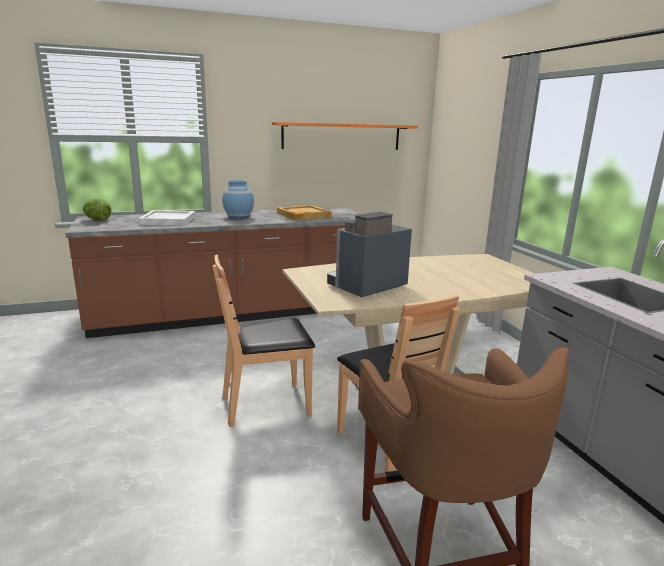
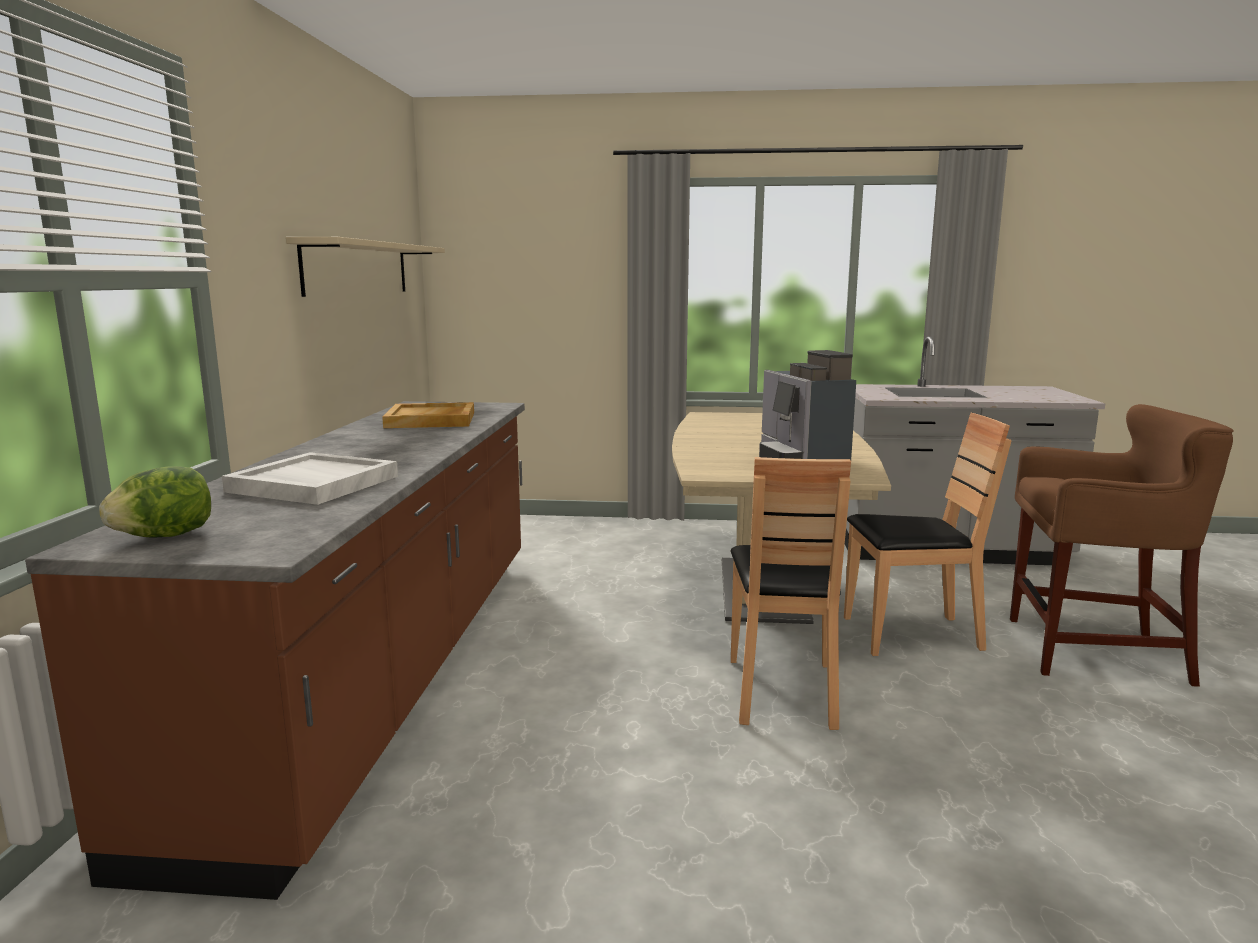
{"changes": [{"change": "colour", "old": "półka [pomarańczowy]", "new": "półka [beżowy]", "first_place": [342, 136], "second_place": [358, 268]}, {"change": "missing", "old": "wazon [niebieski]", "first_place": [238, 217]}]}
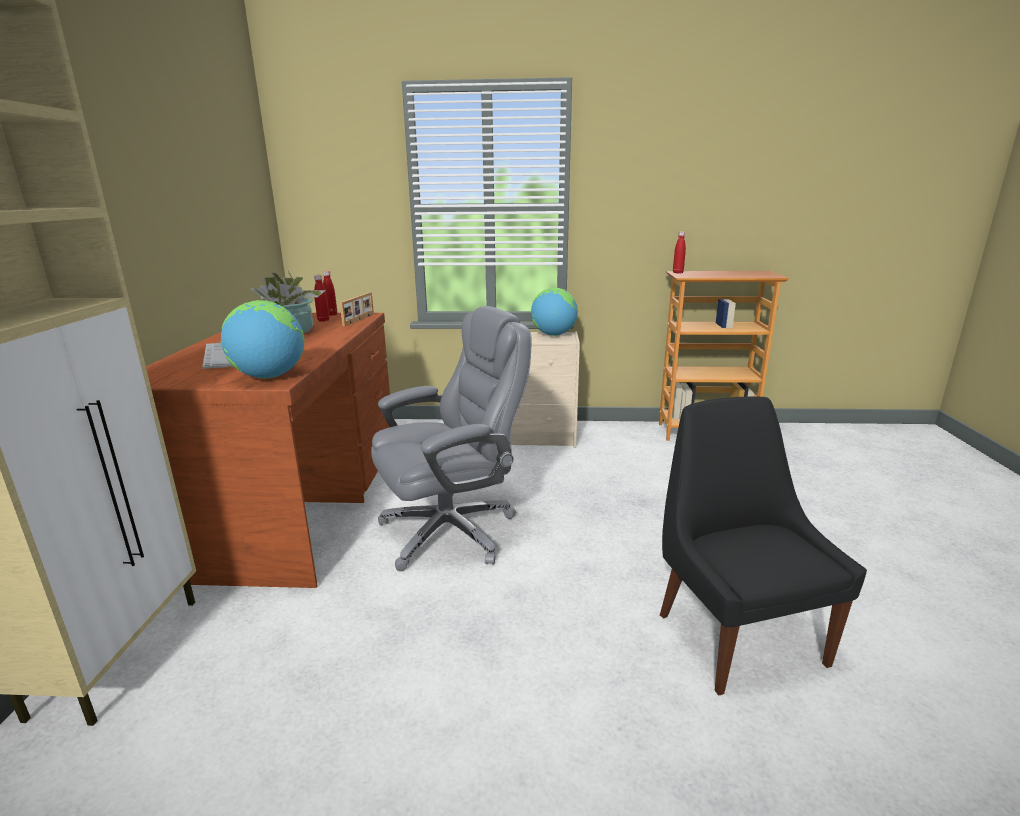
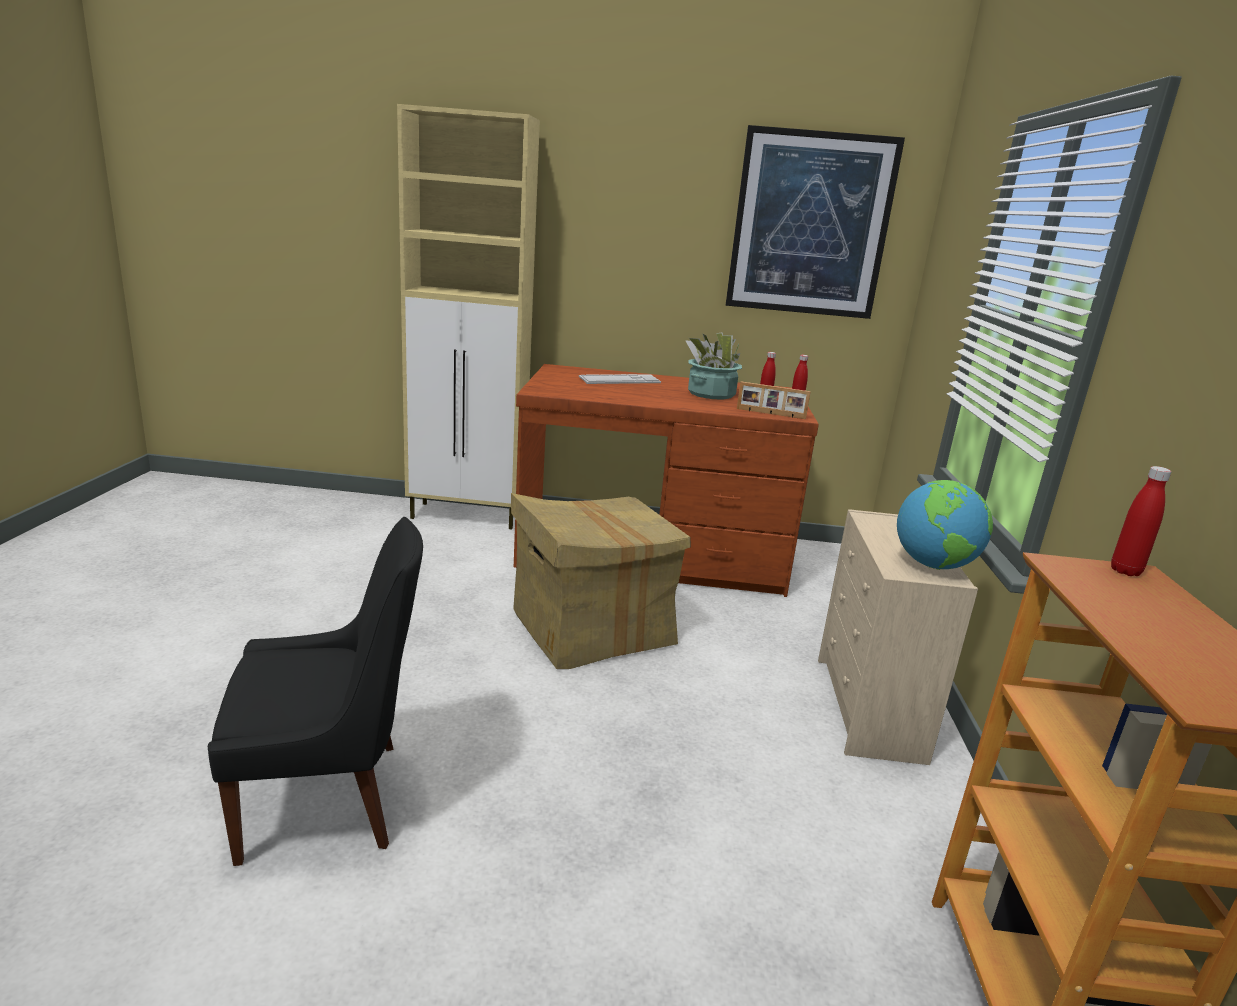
{"changes": [{"change": "exchanged", "old": "krzesło biurowe [szary]", "new": "karton", "first_place": [451, 530], "second_place": [591, 629]}, {"change": "appeared", "new": "obraz", "second_place": [810, 225]}, {"change": "missing", "old": "globus", "first_place": [269, 376]}]}
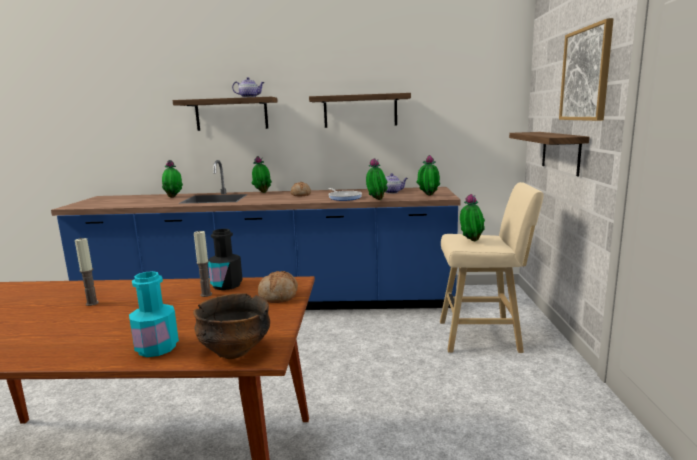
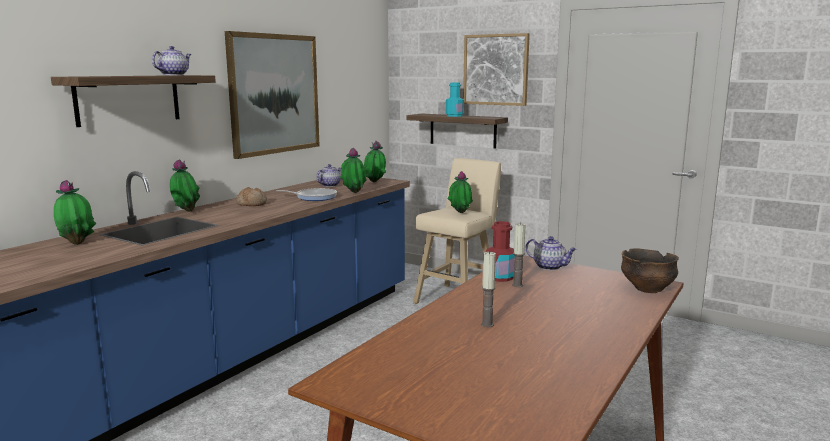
{"changes": [{"change": "exchanged", "old": "półka", "new": "obraz", "first_place": [360, 111], "second_place": [274, 94]}, {"change": "relocated", "old": "butelka [turkusowy]", "first_place": [157, 348], "second_place": [454, 116]}, {"change": "colour", "old": "butelka [czarny]", "new": "butelka [czerwony]", "first_place": [226, 285], "second_place": [500, 277]}, {"change": "exchanged", "old": "chleb", "new": "imbryk", "first_place": [279, 296], "second_place": [550, 267]}]}
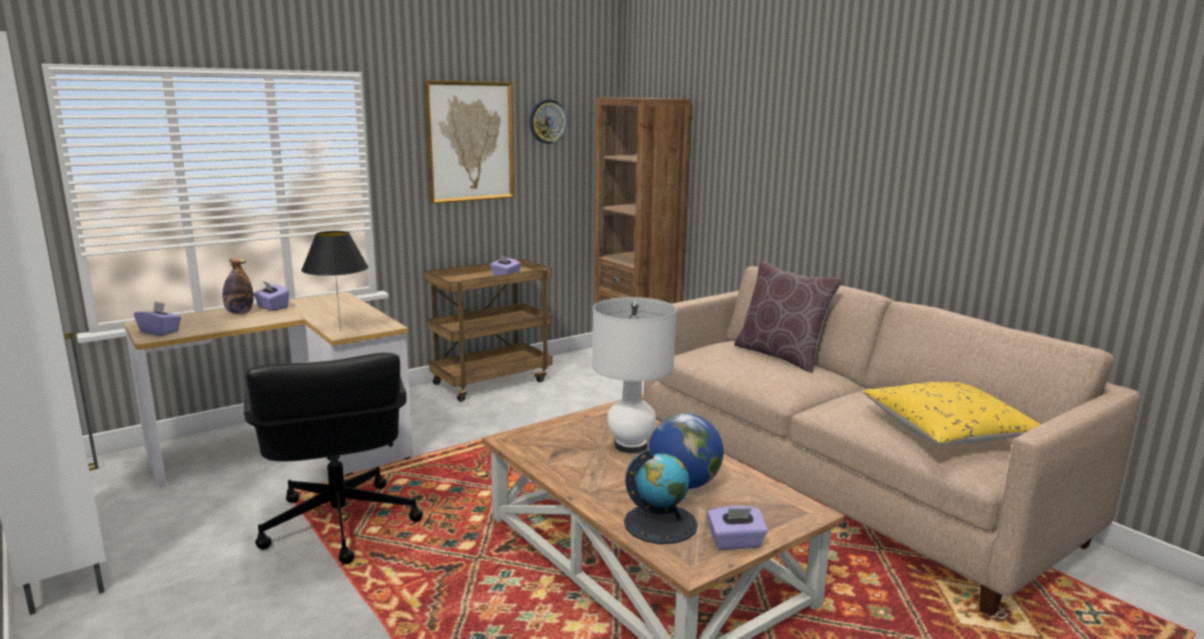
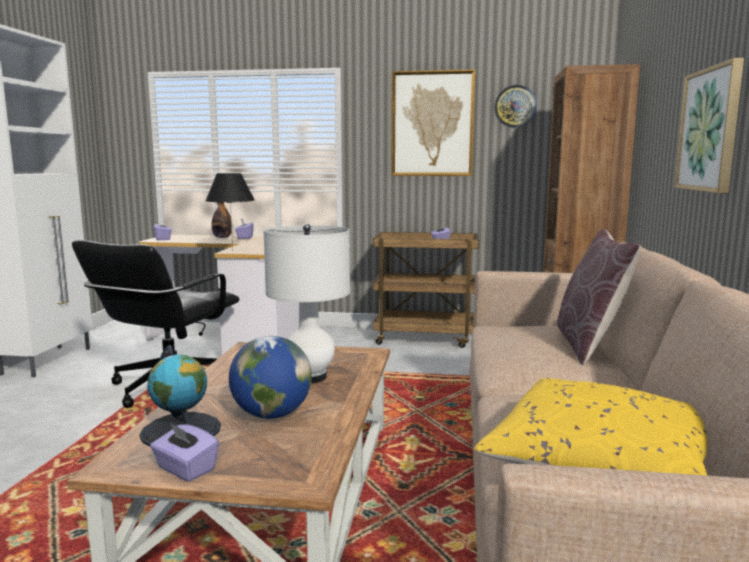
{"changes": [{"change": "appeared", "new": "obraz", "second_place": [710, 130]}]}
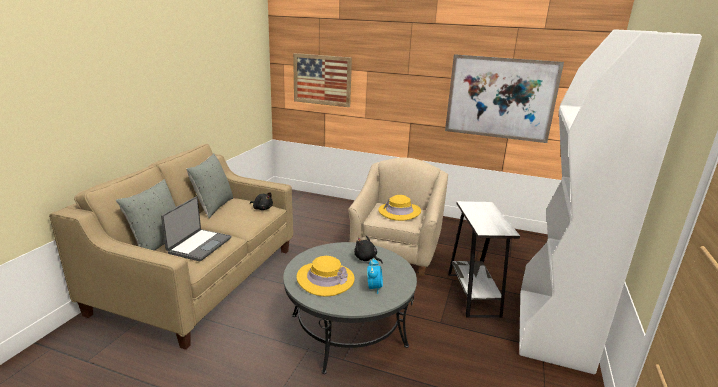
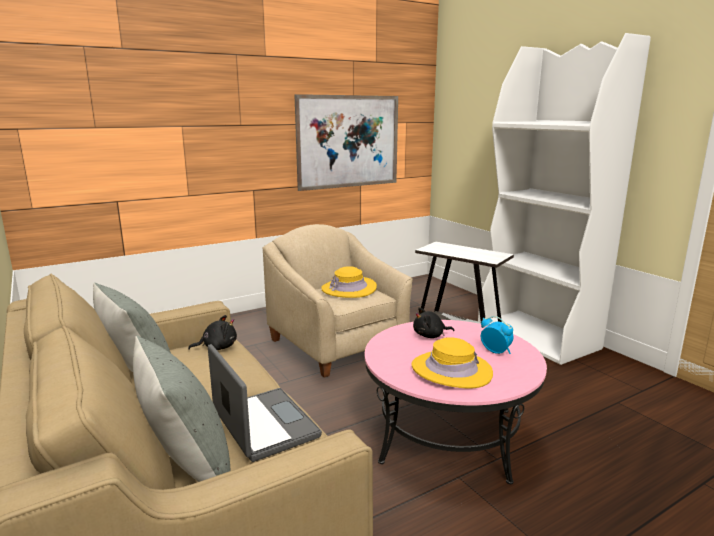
{"changes": [{"change": "colour", "old": "ława [szary]", "new": "ława [różowy]", "first_place": [348, 330], "second_place": [447, 434]}, {"change": "missing", "old": "obraz", "first_place": [322, 80]}]}
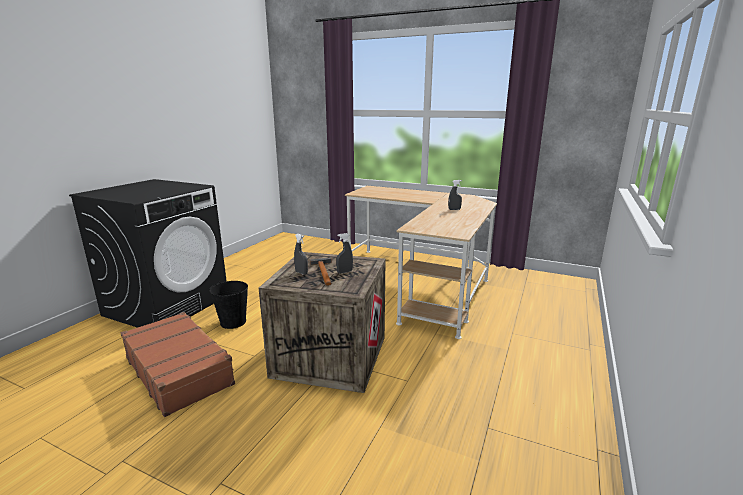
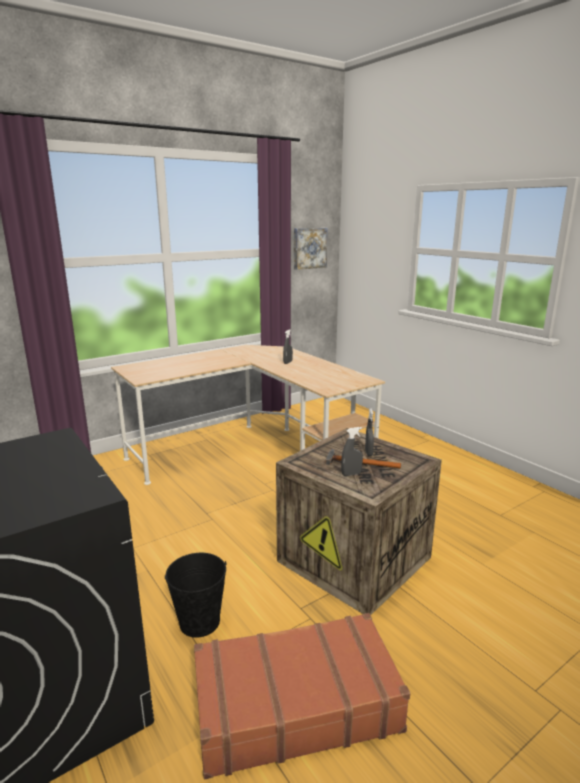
{"changes": [{"change": "appeared", "new": "obraz", "second_place": [309, 248]}]}
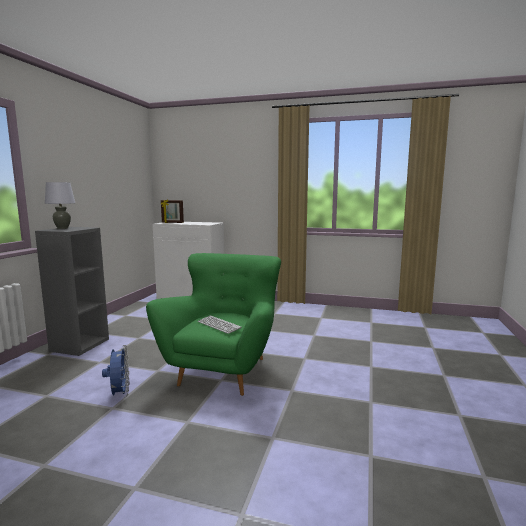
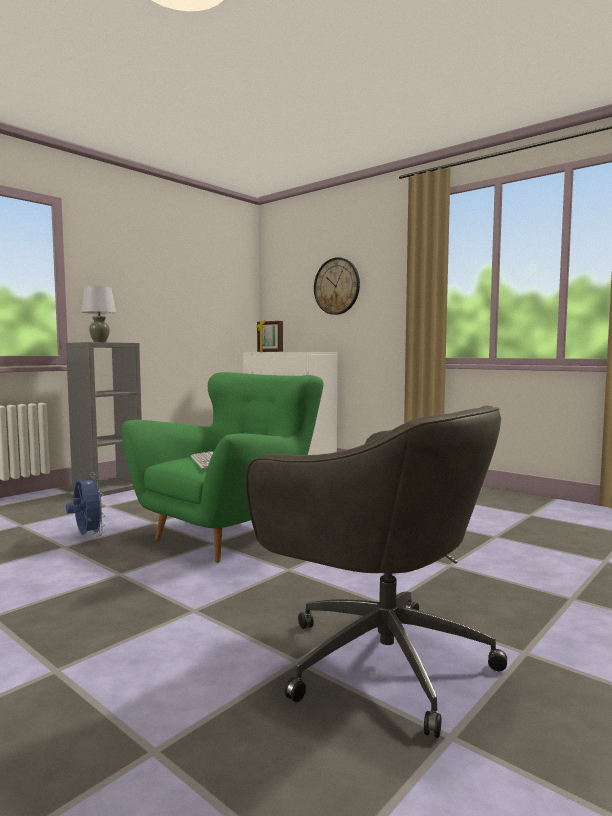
{"changes": [{"change": "spun", "old": "wentylator [niebieski]", "first_place": [120, 394], "second_place": [87, 536], "degrees": -45}, {"change": "appeared", "new": "krzesło biurowe [szary]", "second_place": [379, 659]}, {"change": "appeared", "new": "zegar ścienny", "second_place": [337, 286]}]}
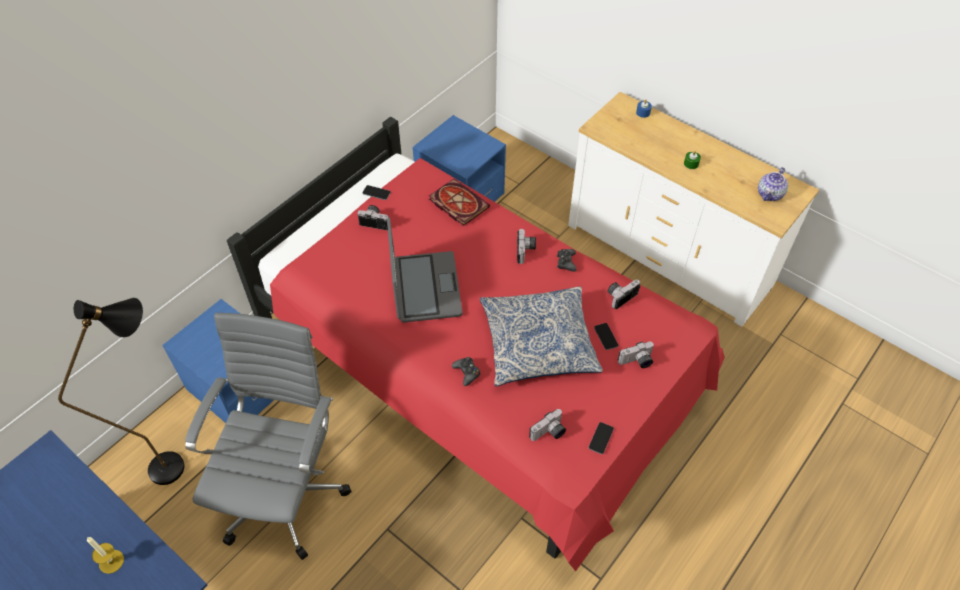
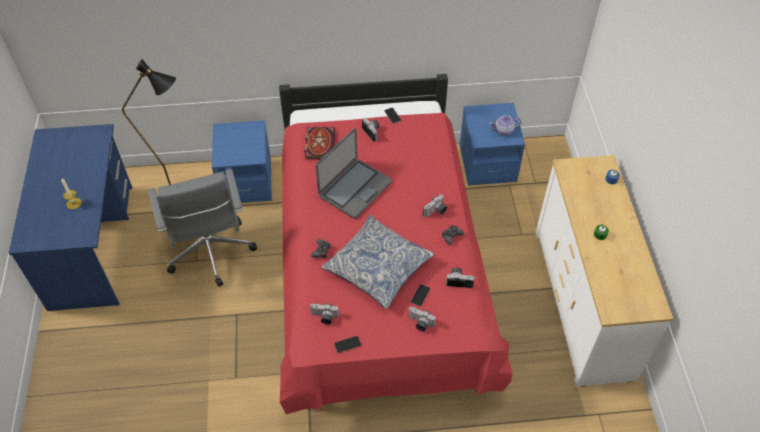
{"changes": [{"change": "spun", "old": "krzesło biurowe [szary]", "first_place": [286, 493], "second_place": [211, 254], "degrees": 105}, {"change": "relocated", "old": "książka", "first_place": [457, 203], "second_place": [319, 143]}, {"change": "relocated", "old": "imbryk", "first_place": [770, 194], "second_place": [503, 131]}]}
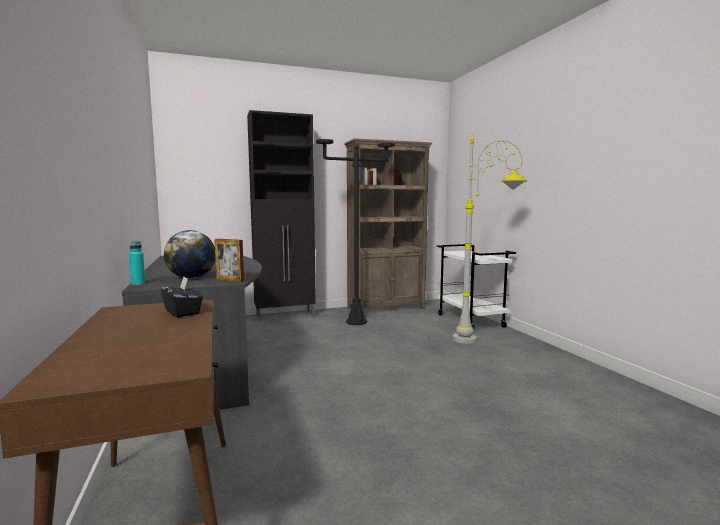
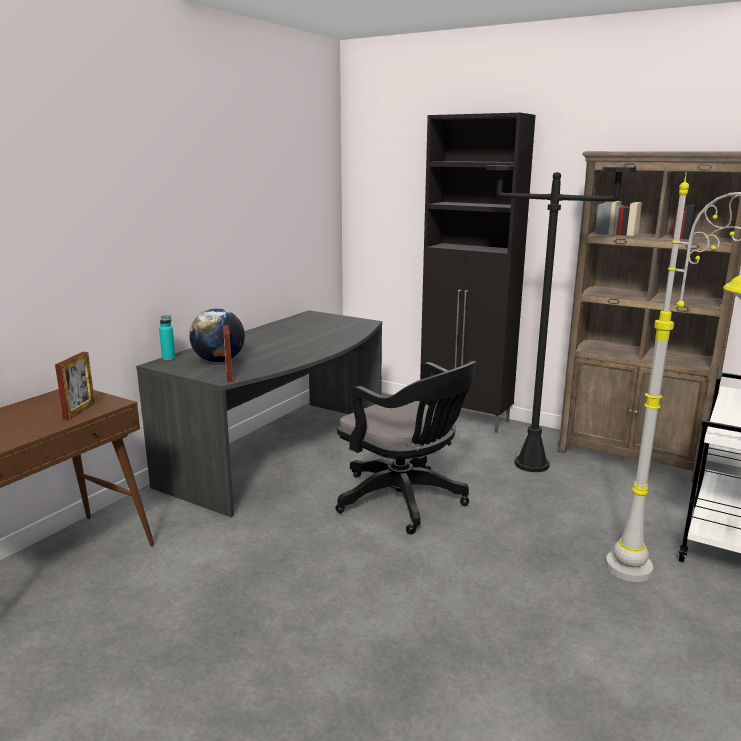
{"changes": [{"change": "exchanged", "old": "pudełko chusteczek [czarny]", "new": "ramka na zdjęcie", "first_place": [183, 312], "second_place": [79, 411]}, {"change": "appeared", "new": "krzesło biurowe [czarny]", "second_place": [405, 501]}]}
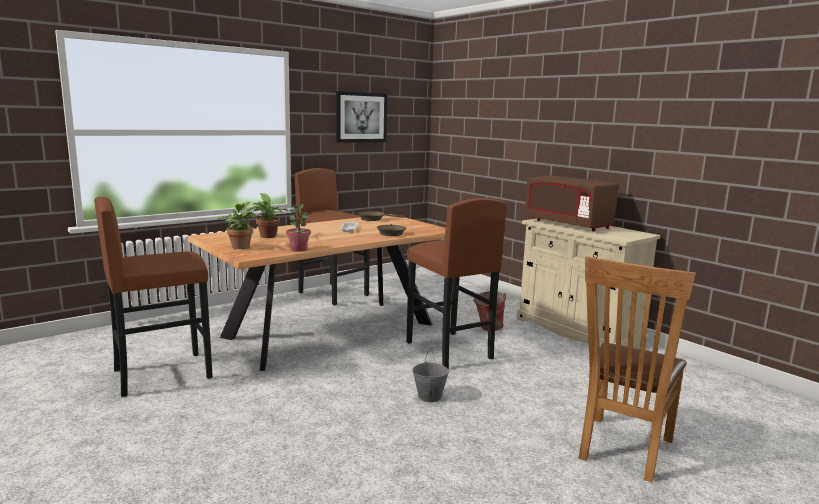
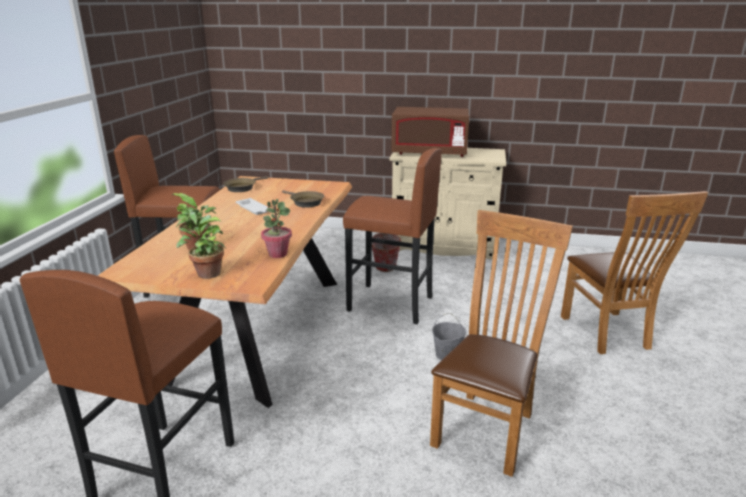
{"changes": [{"change": "appeared", "new": "krzesło [brązowy]", "second_place": [488, 426]}, {"change": "missing", "old": "obraz", "first_place": [361, 117]}]}
